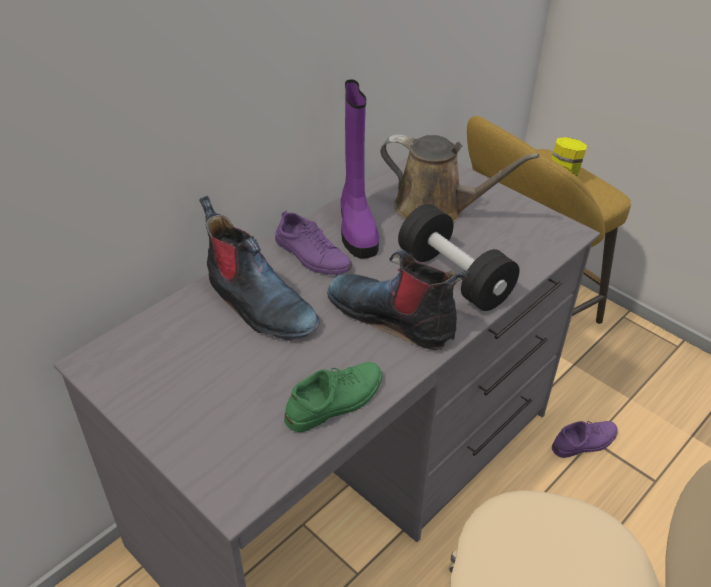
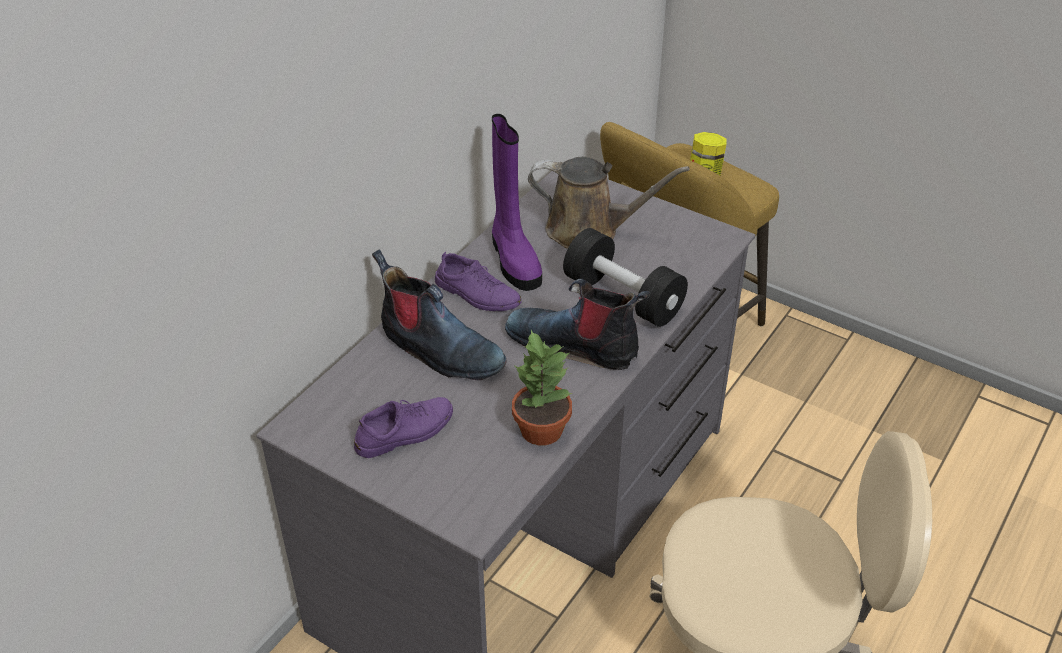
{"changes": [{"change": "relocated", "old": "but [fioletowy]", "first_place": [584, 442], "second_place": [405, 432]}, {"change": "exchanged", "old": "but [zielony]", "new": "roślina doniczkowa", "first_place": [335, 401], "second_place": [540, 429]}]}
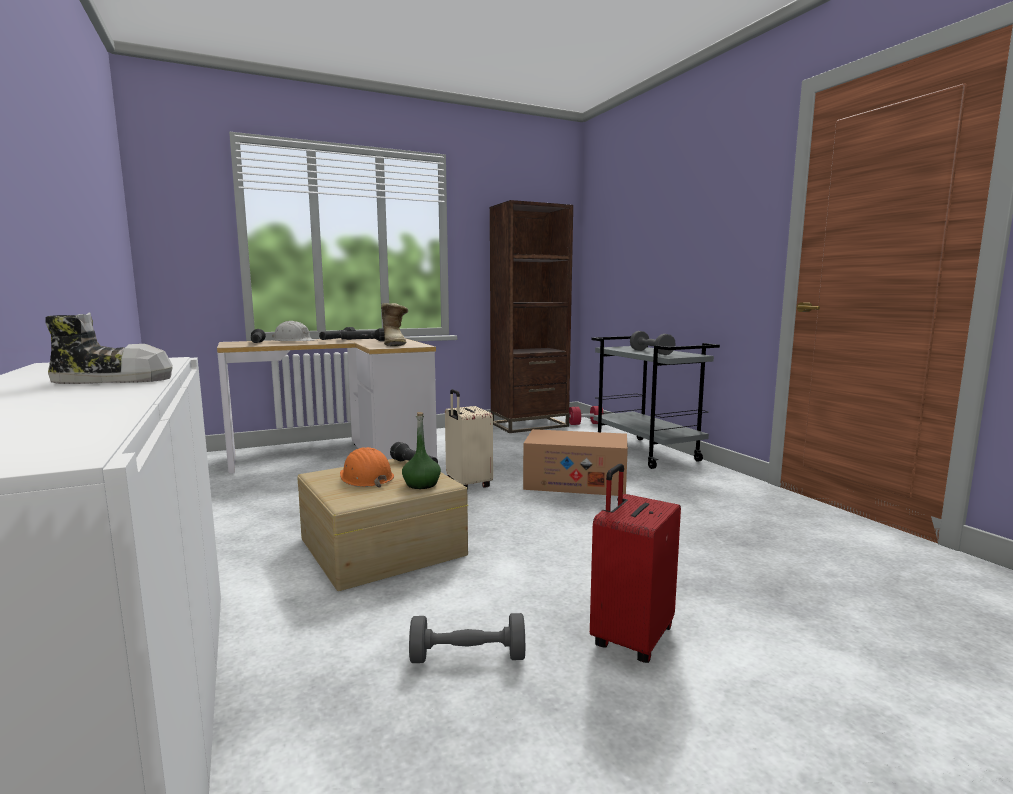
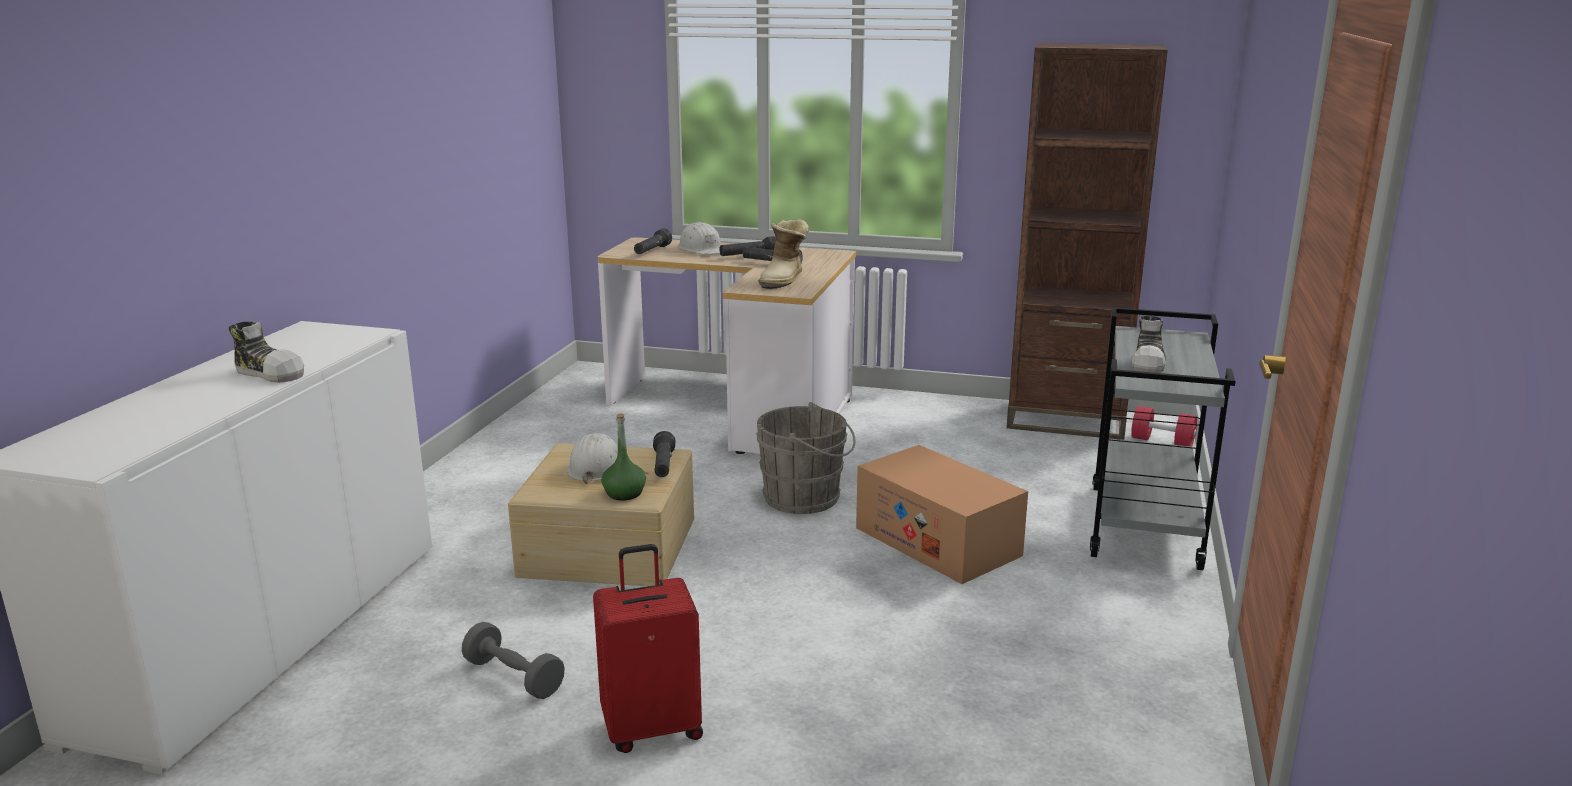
{"changes": [{"change": "colour", "old": "kask [pomarańczowy]", "new": "kask [biały]", "first_place": [365, 478], "second_place": [596, 467]}, {"change": "exchanged", "old": "walizka [beżowy]", "new": "wiadro [szary]", "first_place": [467, 484], "second_place": [806, 498]}, {"change": "exchanged", "old": "hantel [szary]", "new": "but", "first_place": [651, 352], "second_place": [1149, 363]}]}
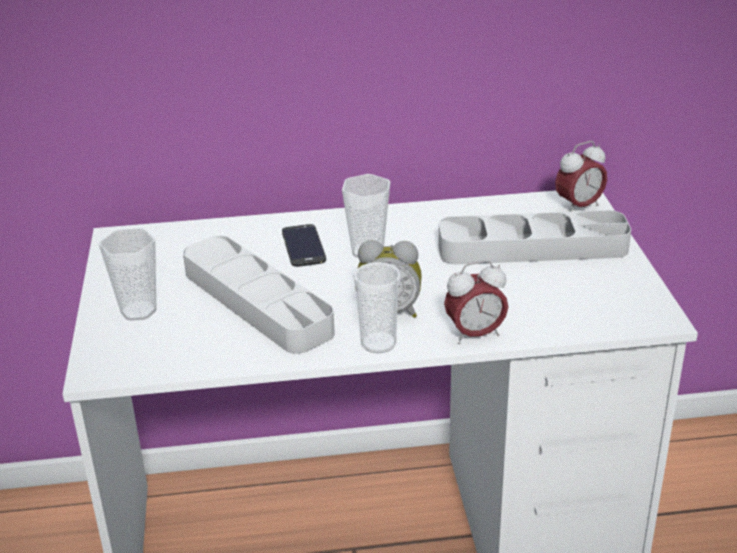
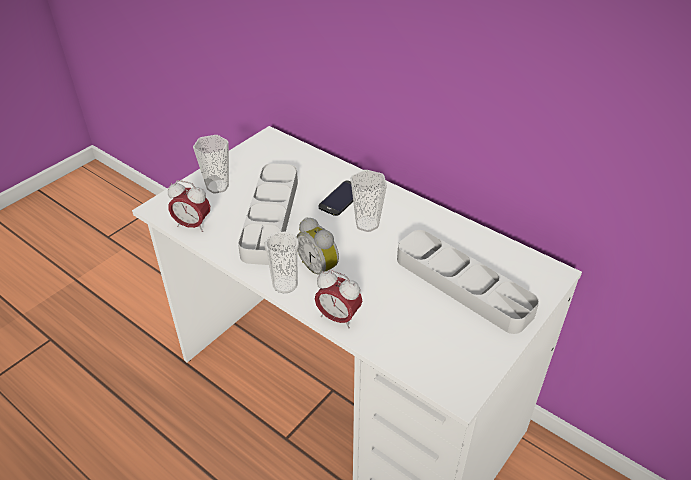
{"changes": [{"change": "relocated", "old": "budzik", "first_place": [578, 207], "second_place": [192, 225]}]}
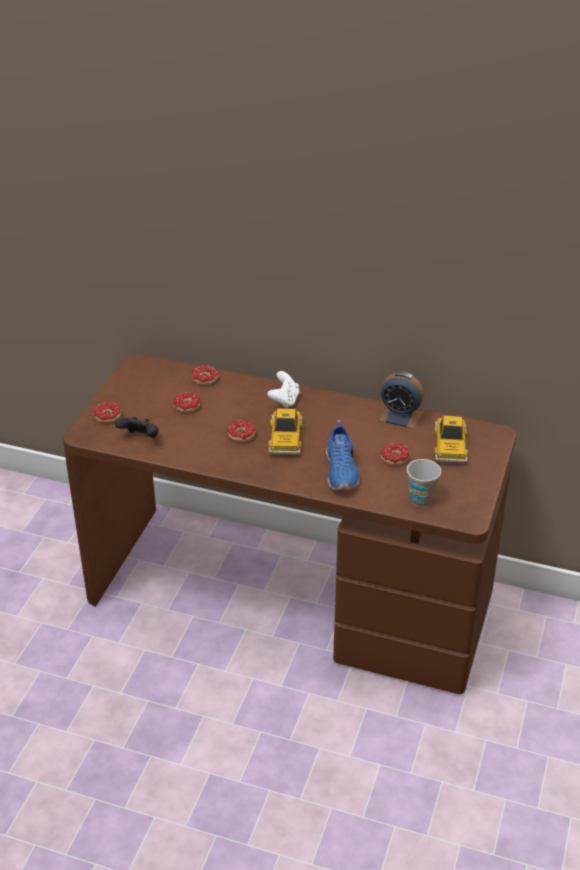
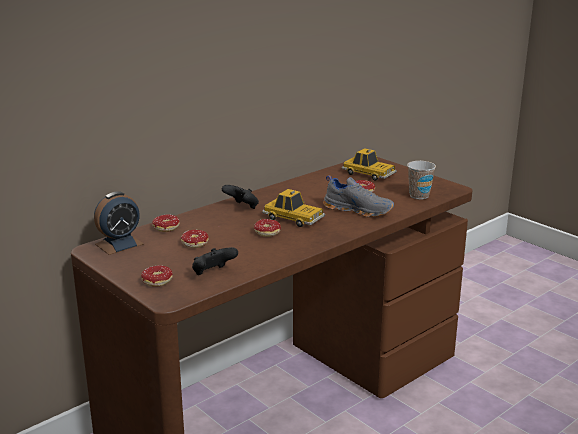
{"changes": [{"change": "relocated", "old": "budzik", "first_place": [400, 416], "second_place": [119, 244]}, {"change": "colour", "old": "pad do gier [biały]", "new": "pad do gier [czarny]", "first_place": [284, 400], "second_place": [242, 207]}, {"change": "colour", "old": "but [niebieski]", "new": "but [szary]", "first_place": [342, 471], "second_place": [358, 210]}]}
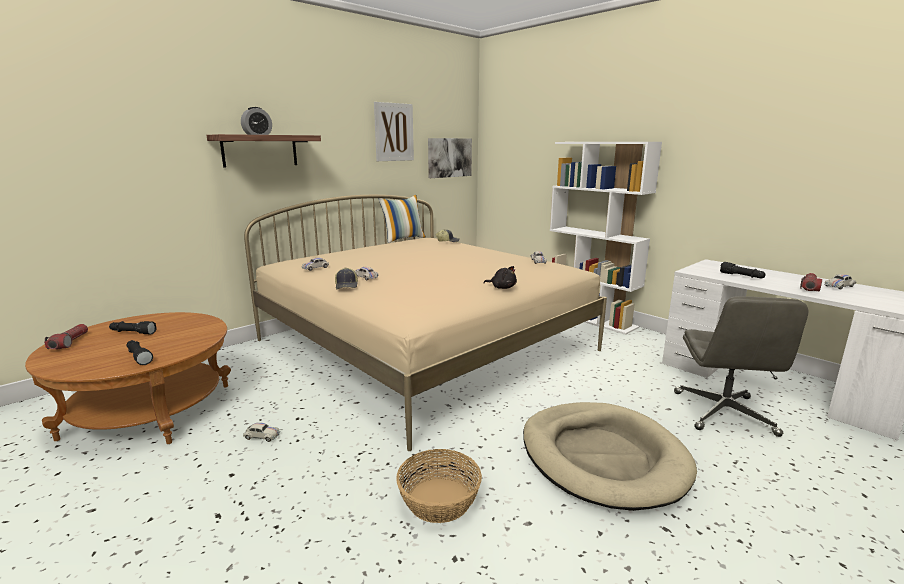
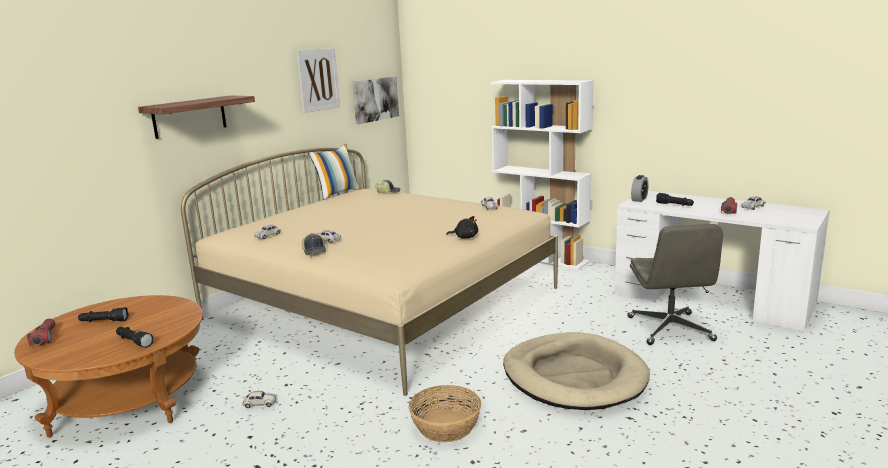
{"changes": [{"change": "relocated", "old": "budzik", "first_place": [257, 134], "second_place": [639, 199]}]}
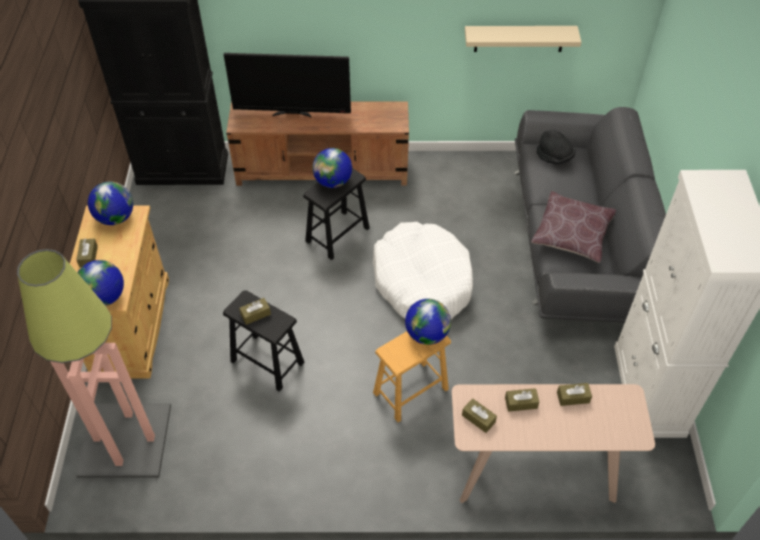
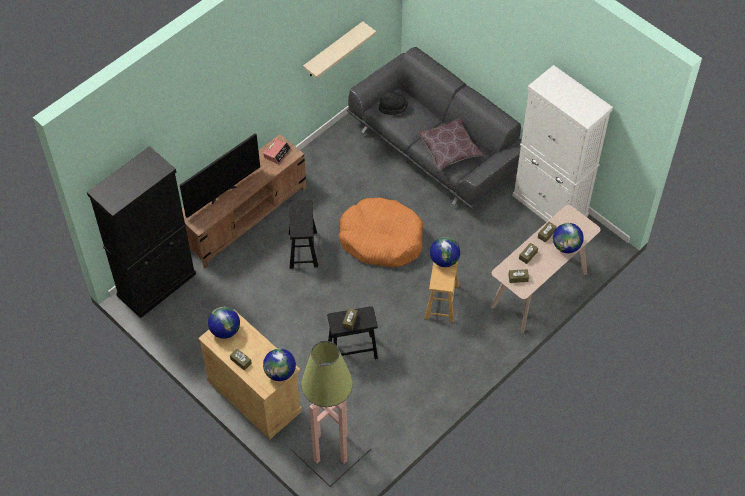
{"changes": [{"change": "appeared", "new": "budzik", "second_place": [277, 153]}, {"change": "colour", "old": "legowisko [biały]", "new": "legowisko [pomarańczowy]", "first_place": [422, 282], "second_place": [381, 239]}, {"change": "relocated", "old": "globus", "first_place": [333, 182], "second_place": [566, 246]}]}
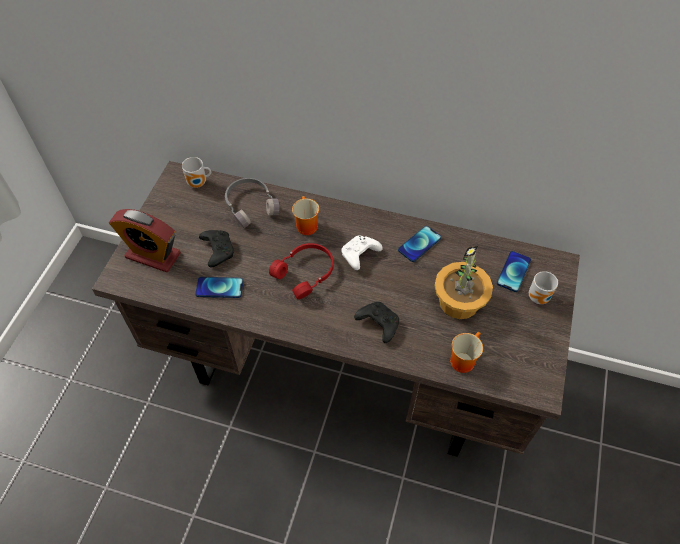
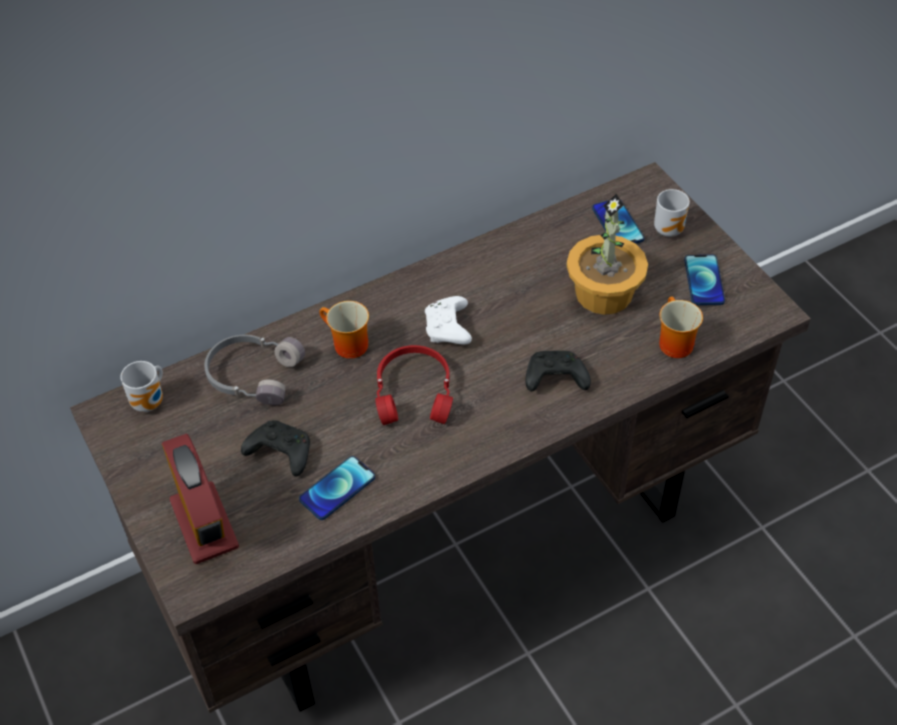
{"changes": [{"change": "spun", "old": "budzik", "first_place": [153, 255], "second_place": [204, 524], "degrees": -90}, {"change": "relocated", "old": "telefon", "first_place": [419, 244], "second_place": [704, 281]}]}
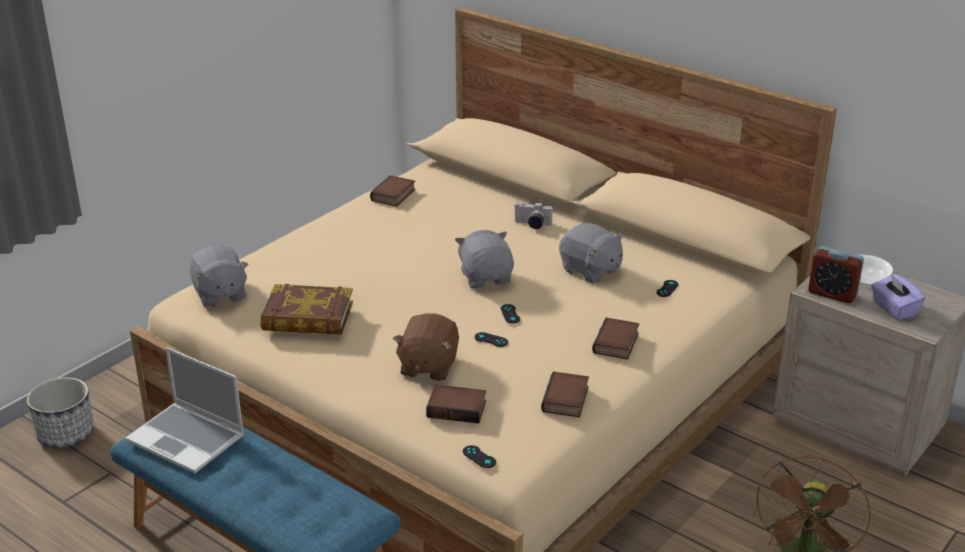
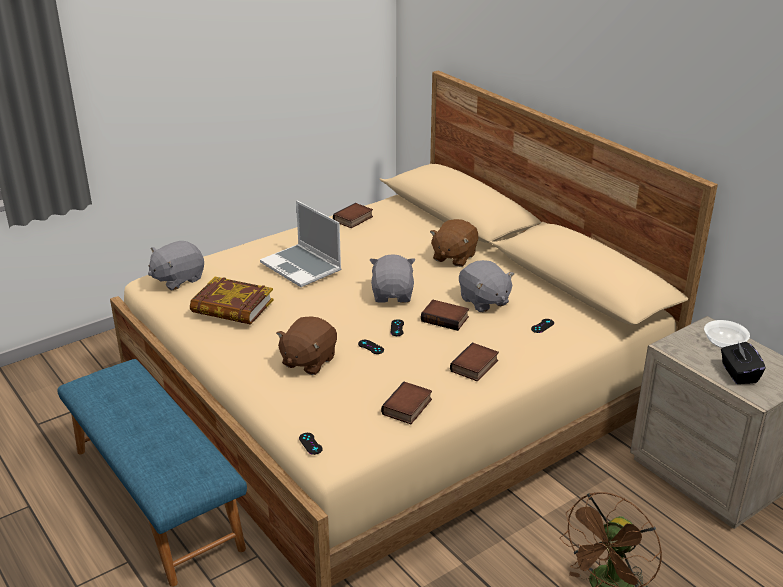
{"changes": [{"change": "spun", "old": "pluszak [szary]", "first_place": [219, 294], "second_place": [178, 279], "degrees": 60}, {"change": "relocated", "old": "laptop", "first_place": [188, 439], "second_place": [302, 267]}, {"change": "relocated", "old": "książka", "first_place": [457, 408], "second_place": [446, 318]}, {"change": "exchanged", "old": "aparat fotograficzny", "new": "pluszak [brązowy]", "first_place": [532, 225], "second_place": [453, 257]}, {"change": "colour", "old": "pudełko chusteczek [fioletowy]", "new": "pudełko chusteczek [czarny]", "first_place": [894, 309], "second_place": [738, 374]}, {"change": "missing", "old": "donica", "first_place": [66, 434]}, {"change": "missing", "old": "budzik", "first_place": [832, 294]}]}
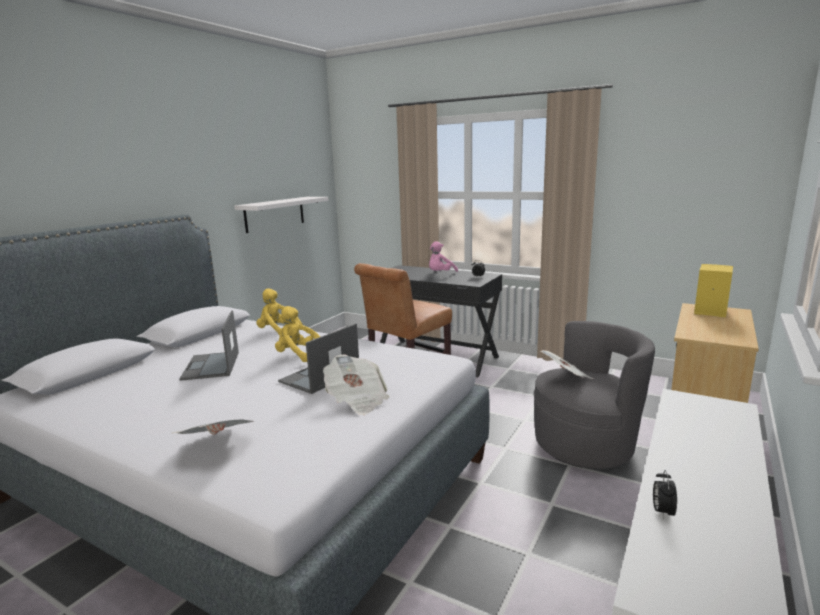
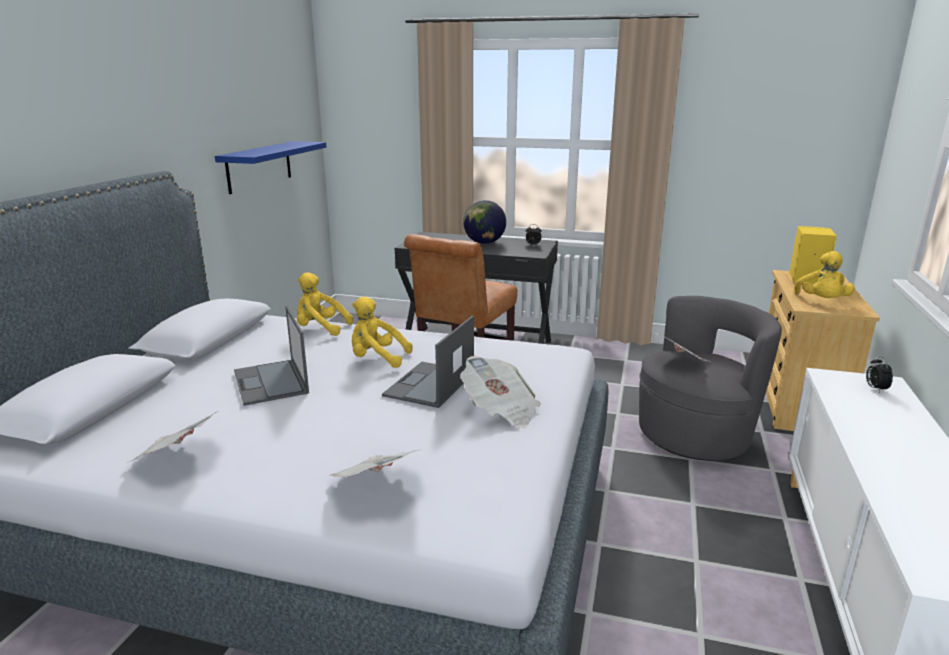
{"changes": [{"change": "appeared", "new": "gazeta", "second_place": [178, 457]}, {"change": "colour", "old": "półka [biały]", "new": "półka [niebieski]", "first_place": [275, 214], "second_place": [259, 166]}, {"change": "exchanged", "old": "pluszak [różowy]", "new": "globus", "first_place": [440, 274], "second_place": [484, 243]}, {"change": "appeared", "new": "pluszak [żółty]", "second_place": [822, 301]}, {"change": "relocated", "old": "budzik", "first_place": [662, 512], "second_place": [875, 388]}]}
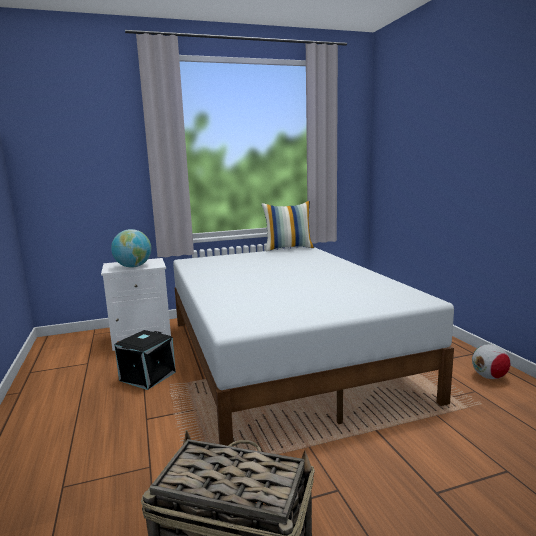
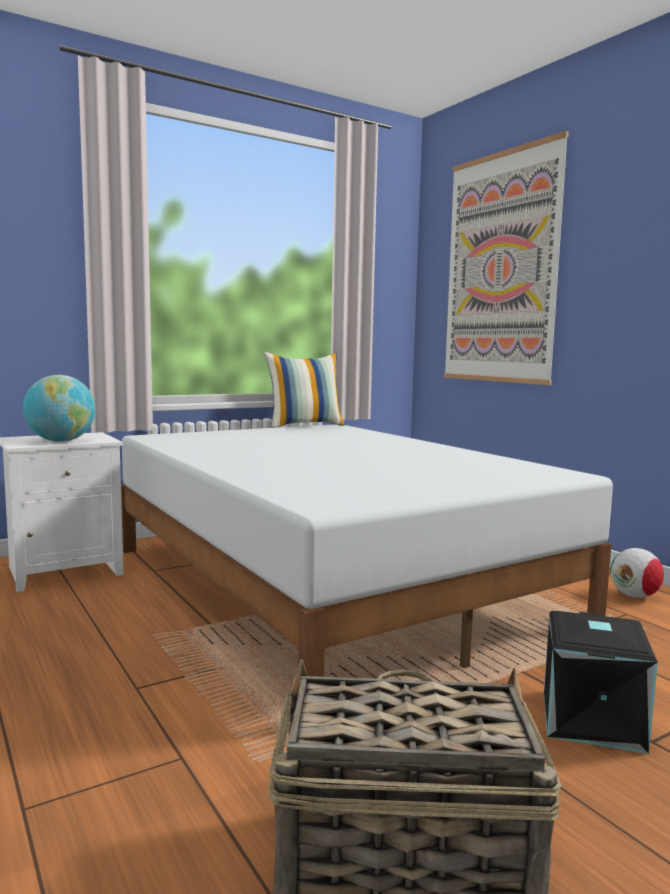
{"changes": [{"change": "appeared", "new": "obraz", "second_place": [500, 269]}, {"change": "relocated", "old": "pojemnik do przechowywania [czarny]", "first_place": [148, 377], "second_place": [594, 720]}]}
